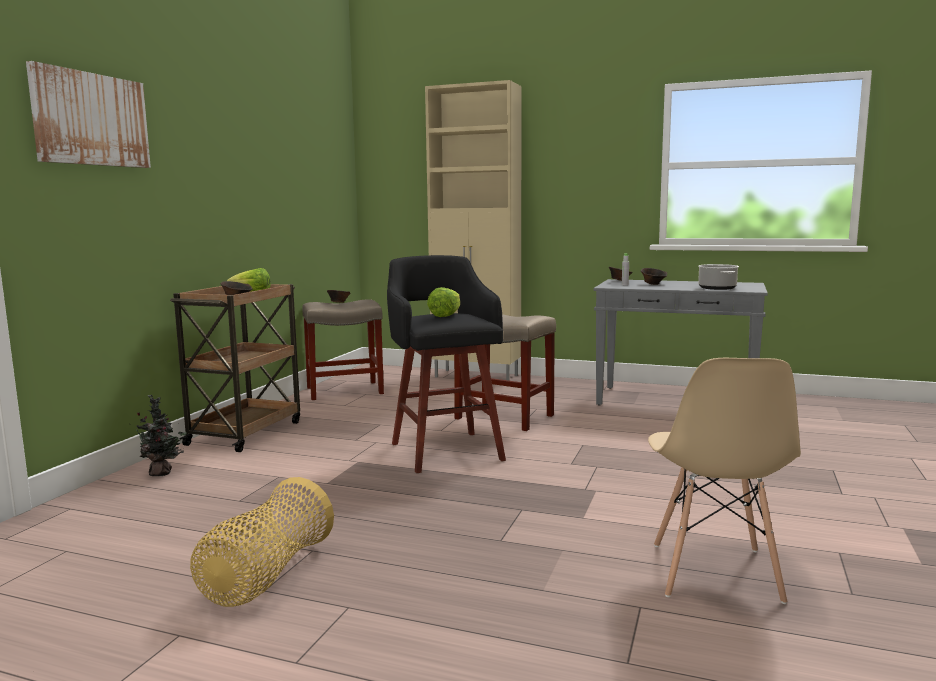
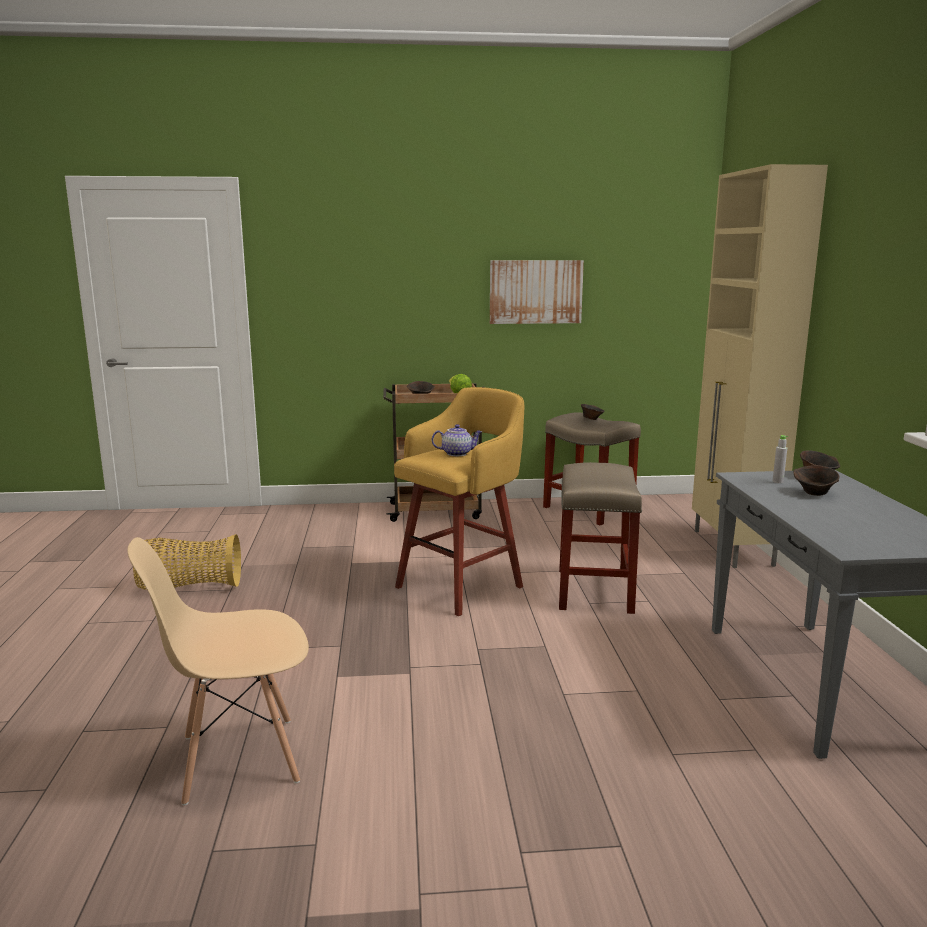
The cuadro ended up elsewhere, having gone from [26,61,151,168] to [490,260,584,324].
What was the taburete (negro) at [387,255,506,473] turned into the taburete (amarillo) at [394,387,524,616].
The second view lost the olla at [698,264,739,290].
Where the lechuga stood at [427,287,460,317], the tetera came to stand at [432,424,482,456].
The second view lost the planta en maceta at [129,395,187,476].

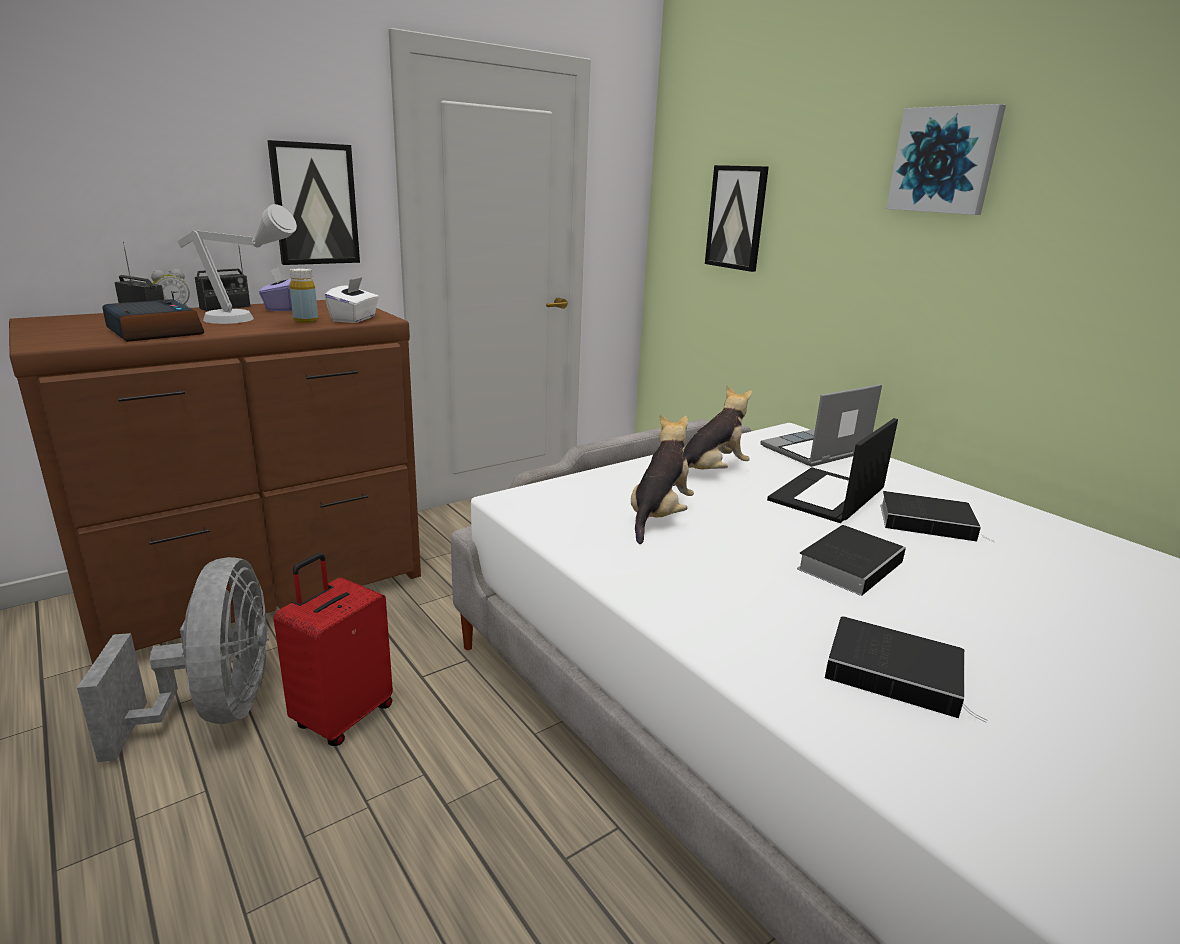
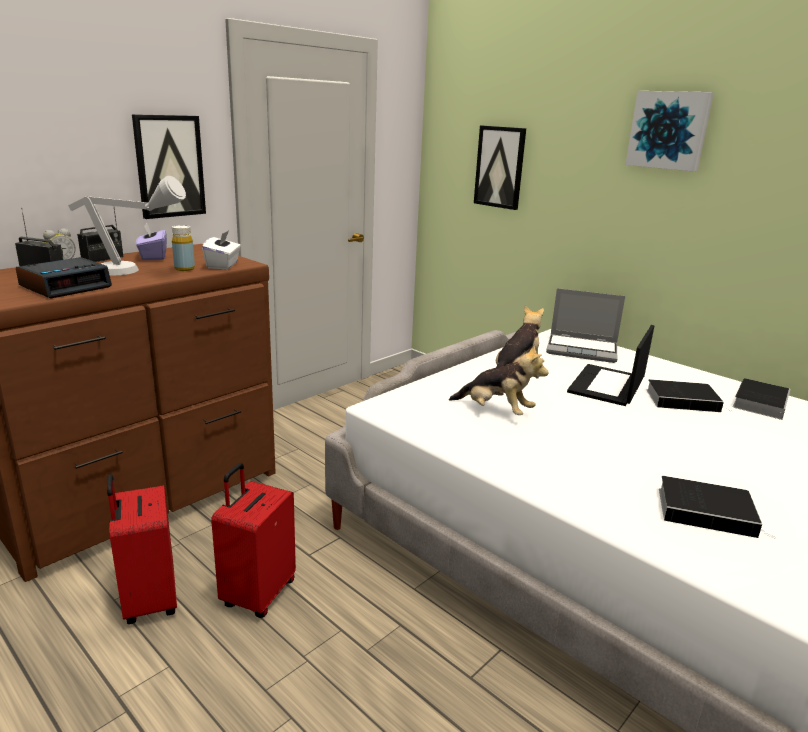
The despertador at [102,299,204,342] ended up facing another way, 90 degrees clockwise from before.
The portátil at [760,384,882,467] ended up facing another way, 120 degrees counterclockwise from before.
The peluche at [631,414,694,544] ended up facing another way, 105 degrees clockwise from before.
The libro ended up elsewhere, having gone from [797,525,906,596] to [733,378,790,420].
Where the ventilador (gris) stood at [77,557,269,762], the maleta (rojo) came to stand at [107,474,177,624].

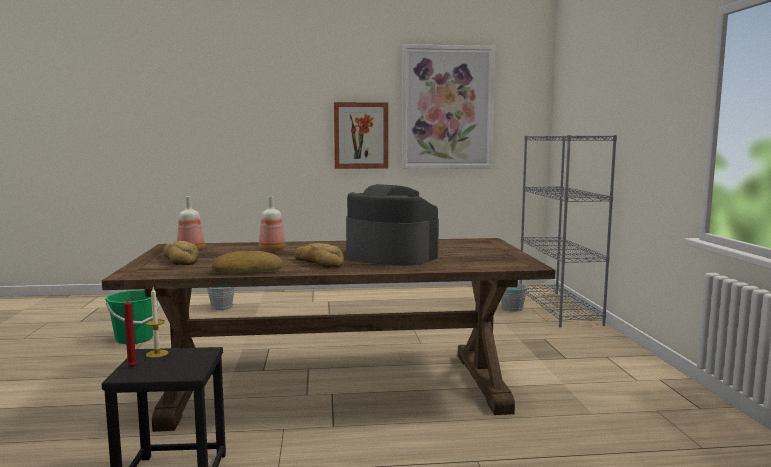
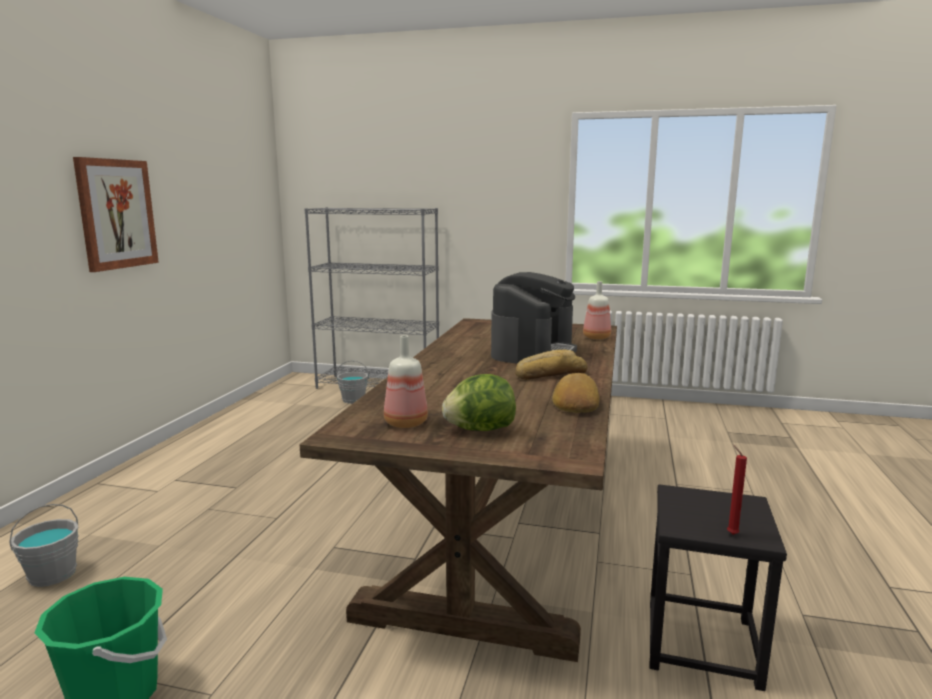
The second view lost the cuadro at [402,44,495,169].
The cafetera at [346,184,439,266] ended up facing another way, 150 degrees clockwise from before.
The botella ended up elsewhere, having gone from [259,196,286,251] to [583,281,611,340].
Where the pan stood at [163,241,199,265], the lechuga came to stand at [442,374,516,431].
The second view lost the vela at [146,287,168,358].

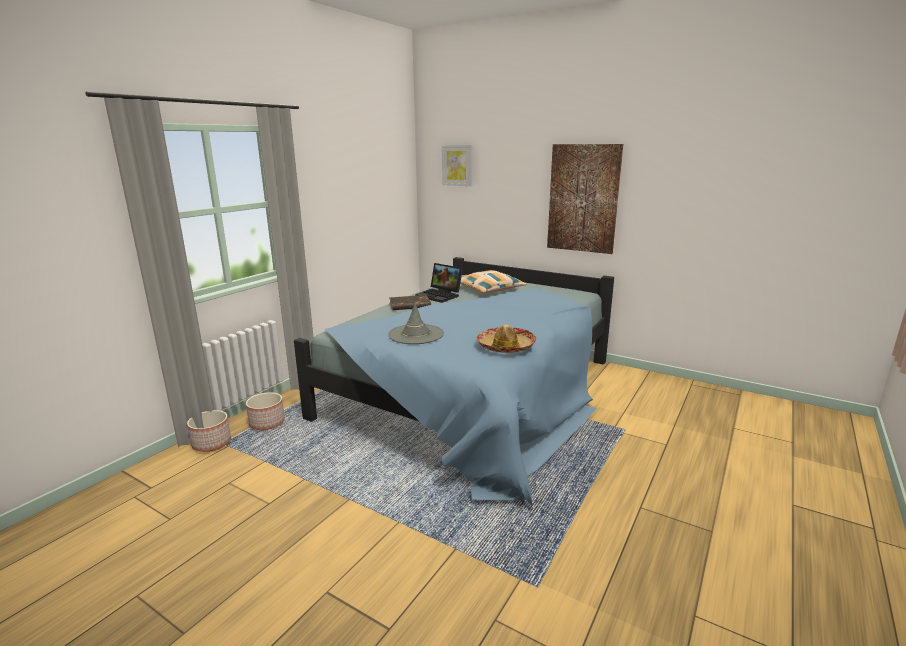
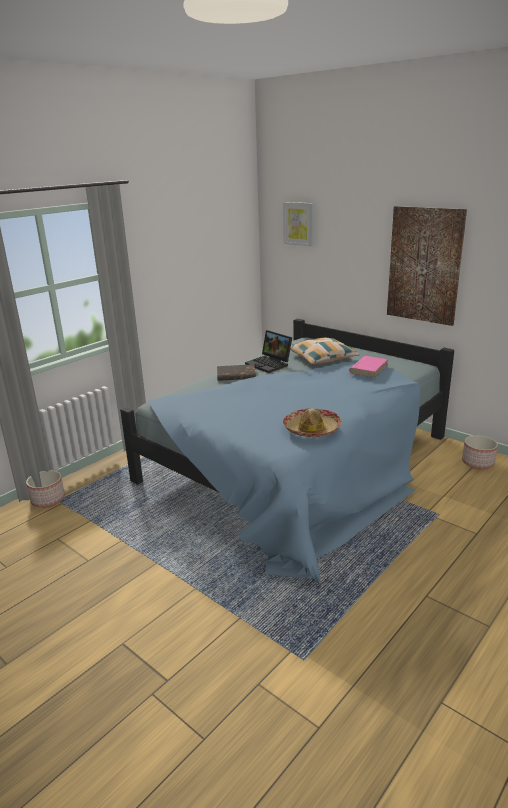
The second view lost the sombrero (gris) at [388,302,444,344].
The maceta ended up elsewhere, having gone from [246,392,285,430] to [462,435,498,470].
The second view gained the libro (rosa) at [349,356,389,378].

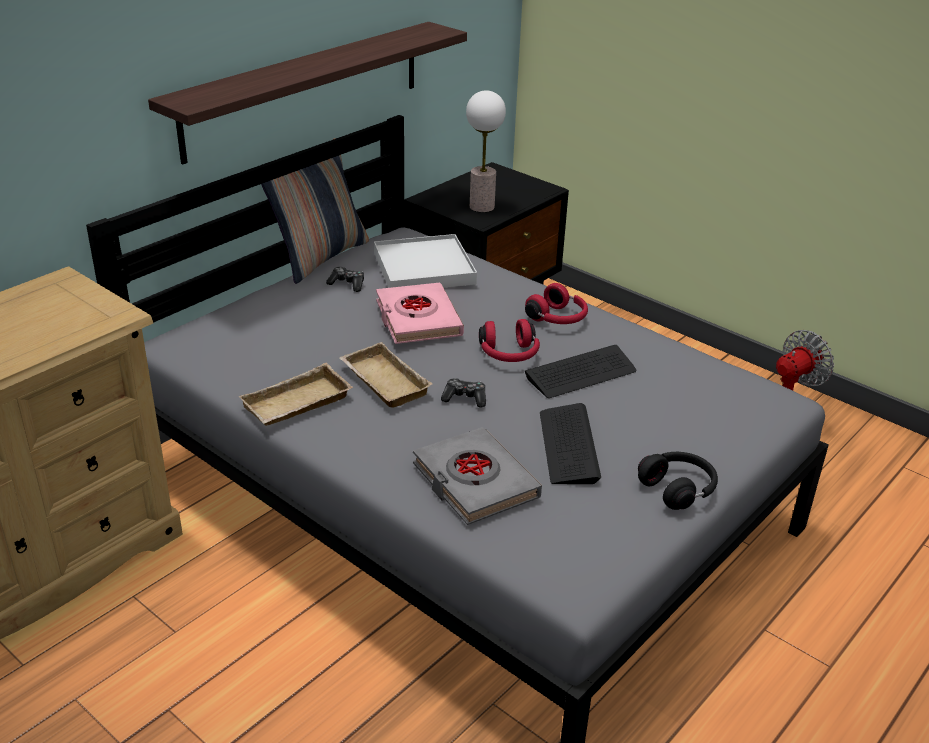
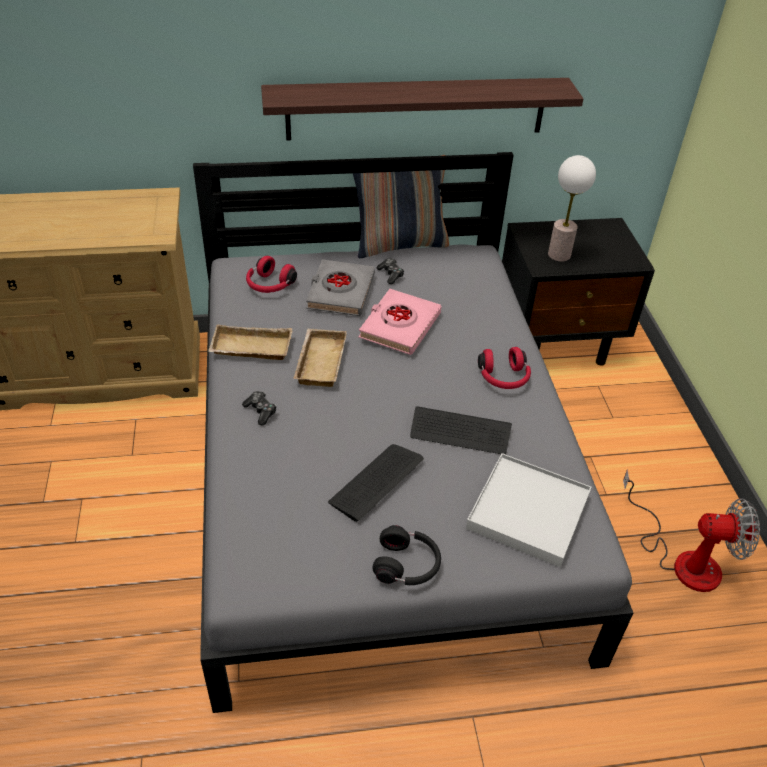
The bandeja (blanco) ended up elsewhere, having gone from [374,234,477,288] to [466,453,591,567].
The auriculares (rojo) ended up elsewhere, having gone from [479,319,540,362] to [246,256,297,293].
The mando de consola ended up elsewhere, having gone from [441,378,486,407] to [242,391,277,425].
The libro (gris) ended up elsewhere, having gone from [413,427,542,525] to [306,259,375,316].

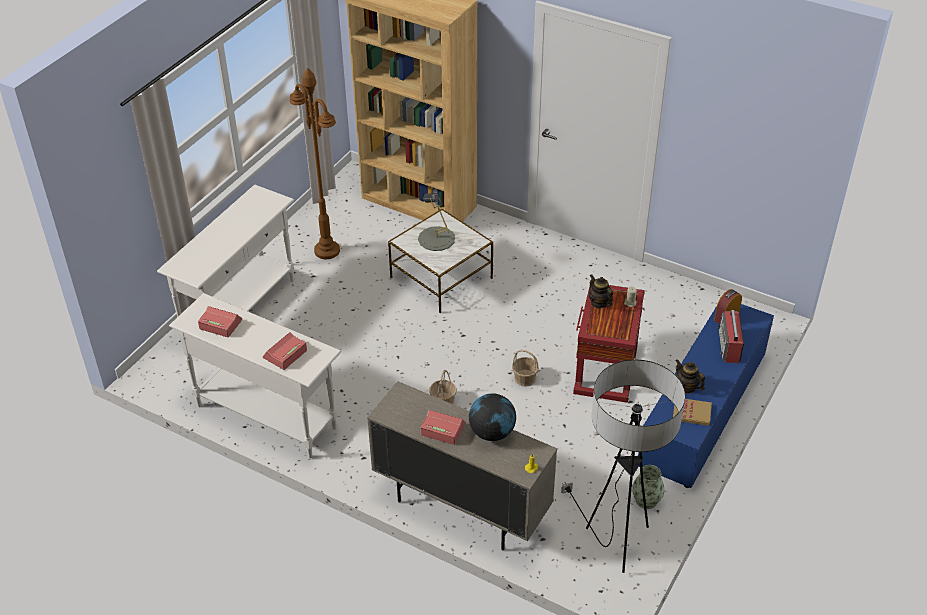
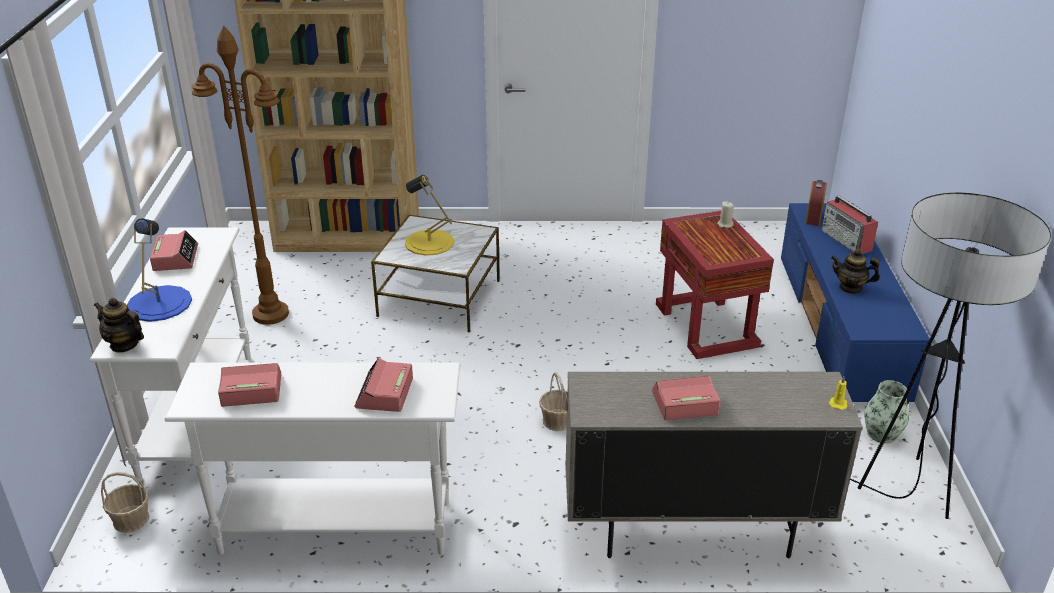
What was the lámpara de mesa (gris) at [418,193,455,251] turned into the lámpara de mesa (amarillo) at [405,175,455,256].
The tetera ended up elsewhere, having gone from [589,275,613,308] to [94,298,144,353].
The cesta ended up elsewhere, having gone from [512,350,539,387] to [101,472,150,533].
The second view lost the globo terráqueo at [469,393,516,441].
The second view lost the libro at [673,399,712,426].
The second view gained the lámpara de mesa (azul) at [127,218,192,322].
The second view gained the despertador at [150,230,198,271].

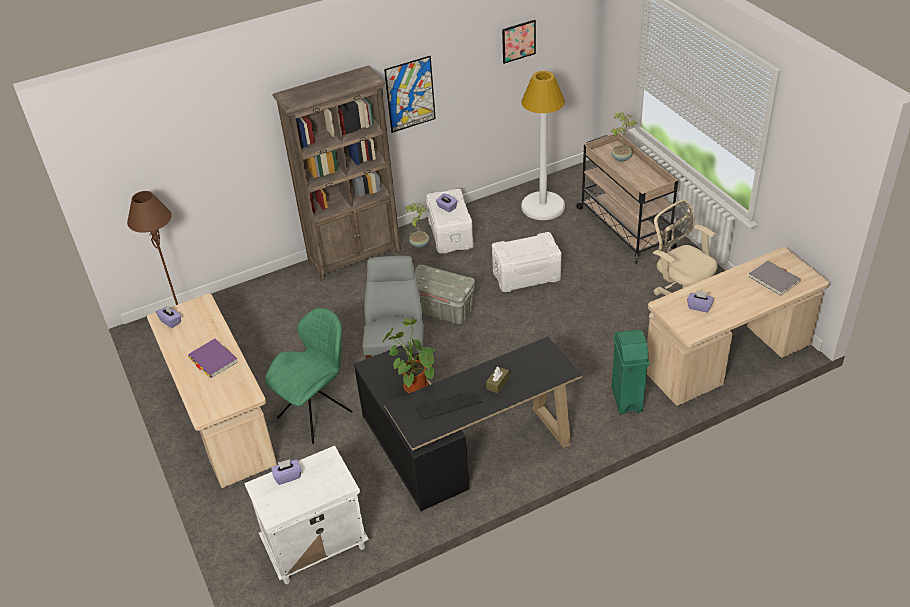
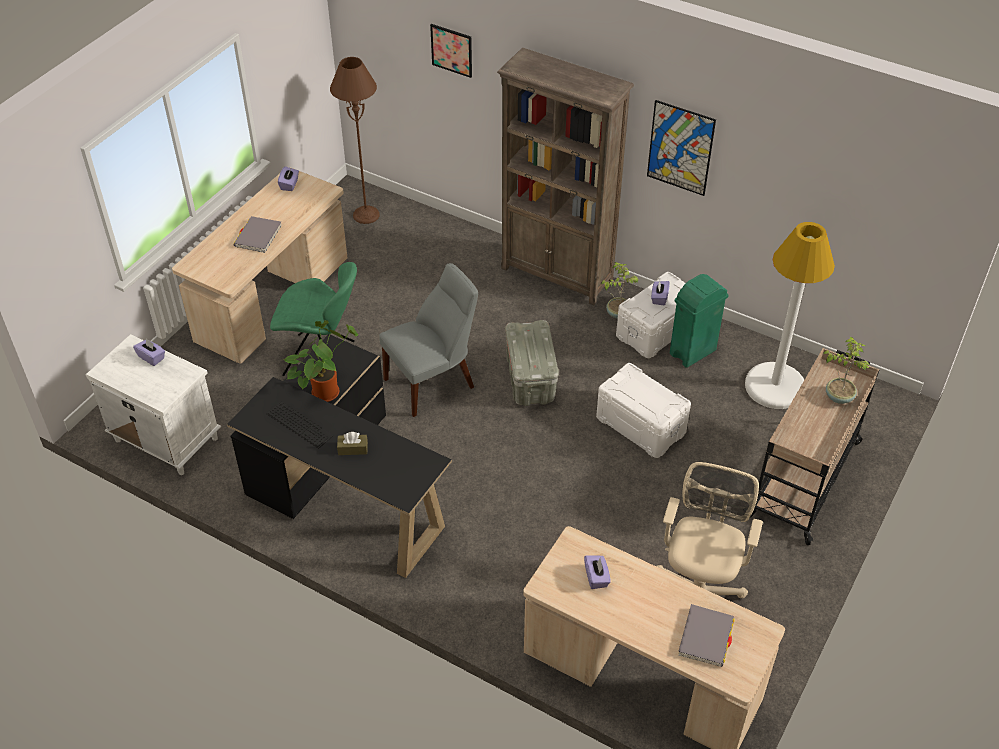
The cuadro ended up elsewhere, having gone from [502,20,536,64] to [430,24,472,78].
The papelera (verde) ended up elsewhere, having gone from [612,330,650,414] to [670,274,728,368].
What was the libro (morado) at [188,339,237,378] turned into the libro (gris) at [234,216,282,253].

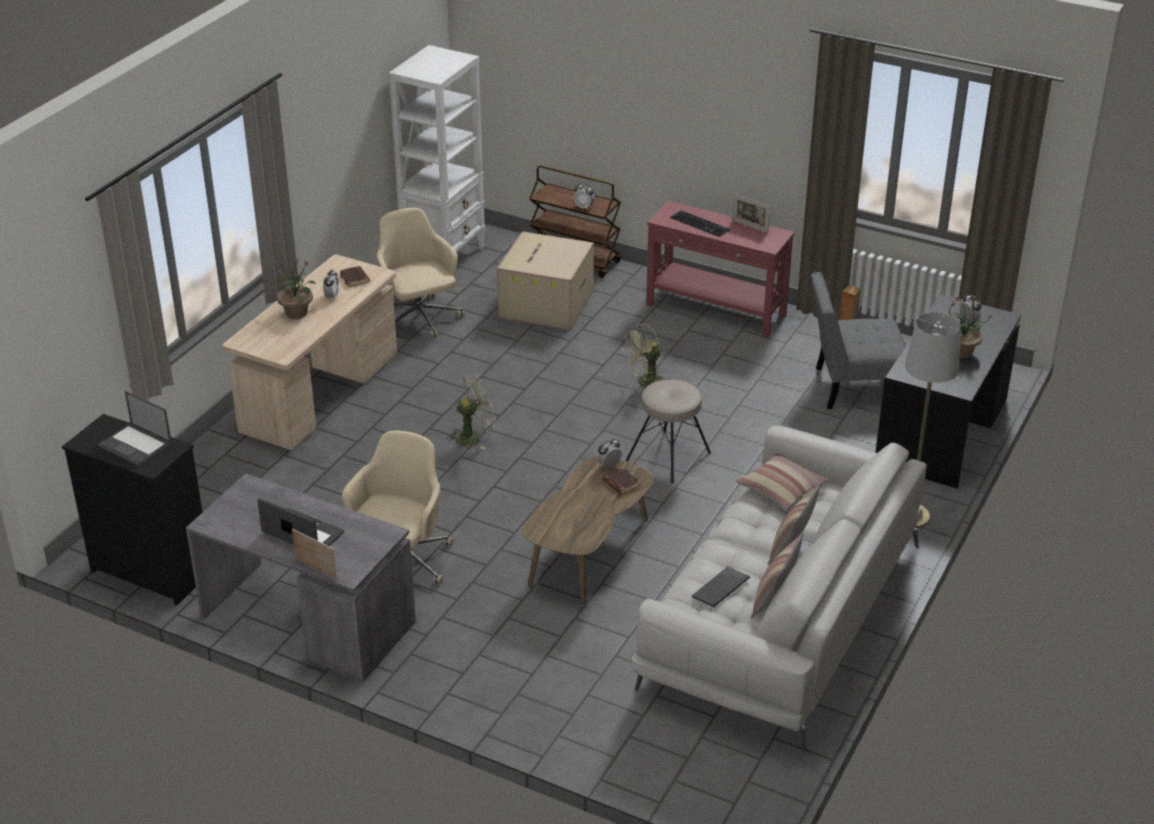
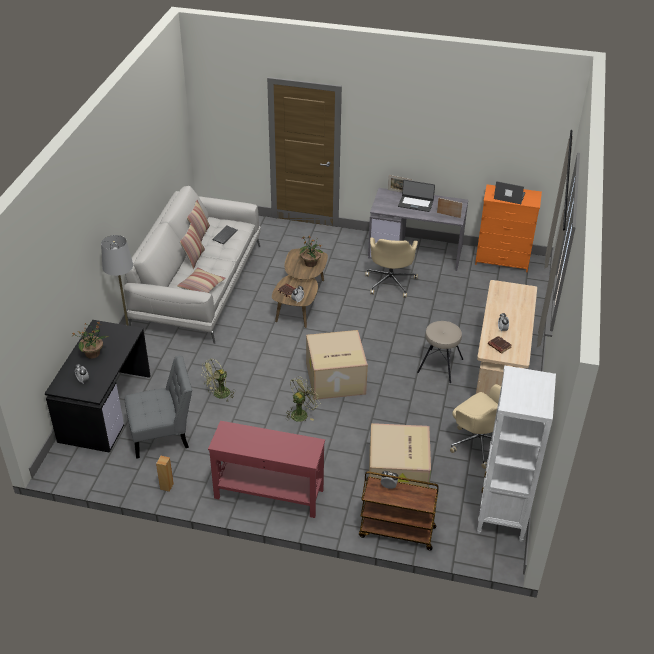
The portarretratos ended up elsewhere, having gone from [733,194,770,233] to [437,198,463,218].
The second view lost the teclado at [670,210,730,237].
The planta en maceta ended up elsewhere, having gone from [276,257,317,319] to [299,236,323,267].
The ventilador (verde) ended up elsewhere, having gone from [446,374,495,450] to [201,359,236,401].
The taburete (beis) ended up elsewhere, having gone from [626,380,711,483] to [417,321,463,383].
What was the cómoda (negro) at [62,414,202,606] turned into the cómoda (naranja) at [475,184,542,272].
The second view gained the caja de cartón at [306,330,368,400].

